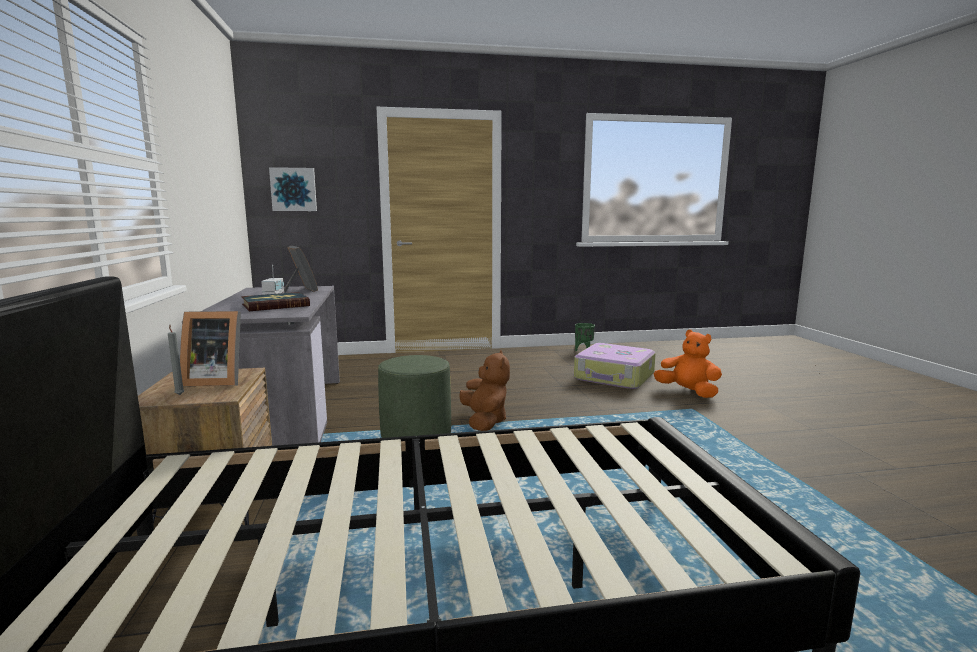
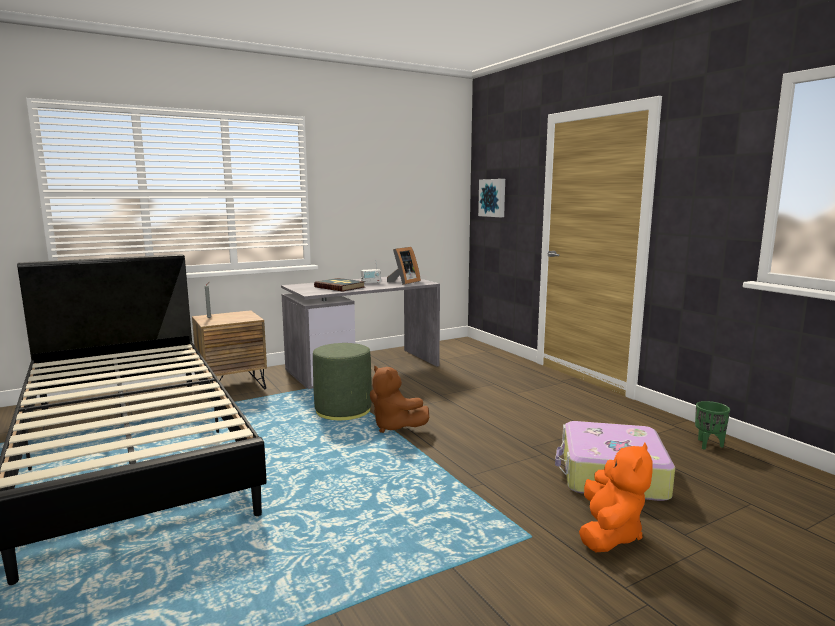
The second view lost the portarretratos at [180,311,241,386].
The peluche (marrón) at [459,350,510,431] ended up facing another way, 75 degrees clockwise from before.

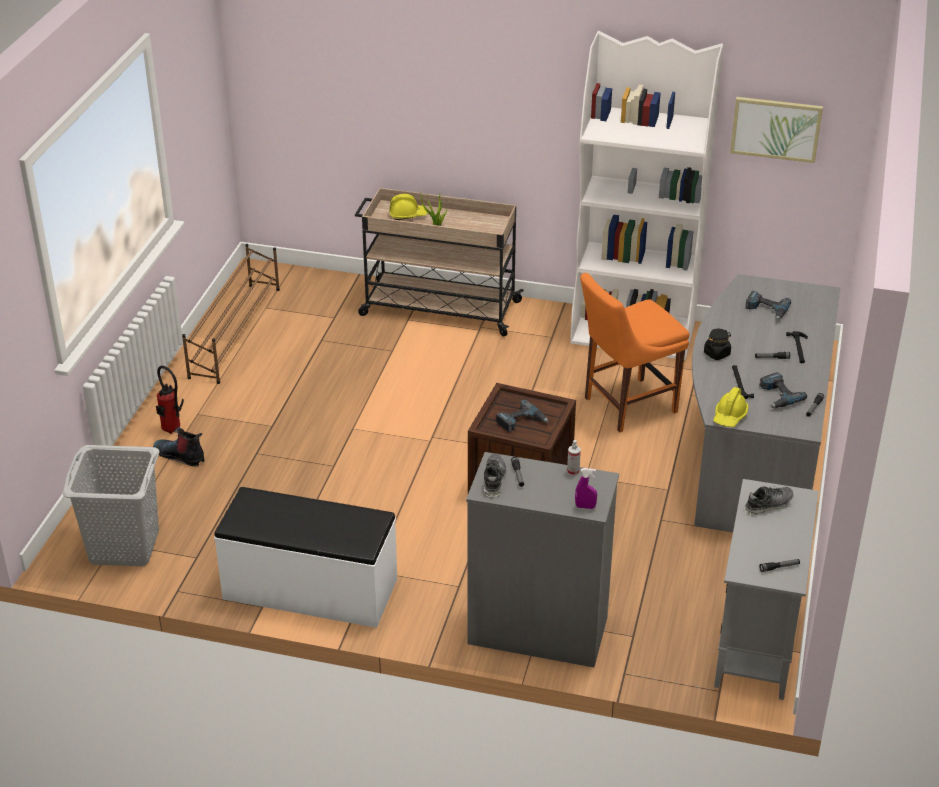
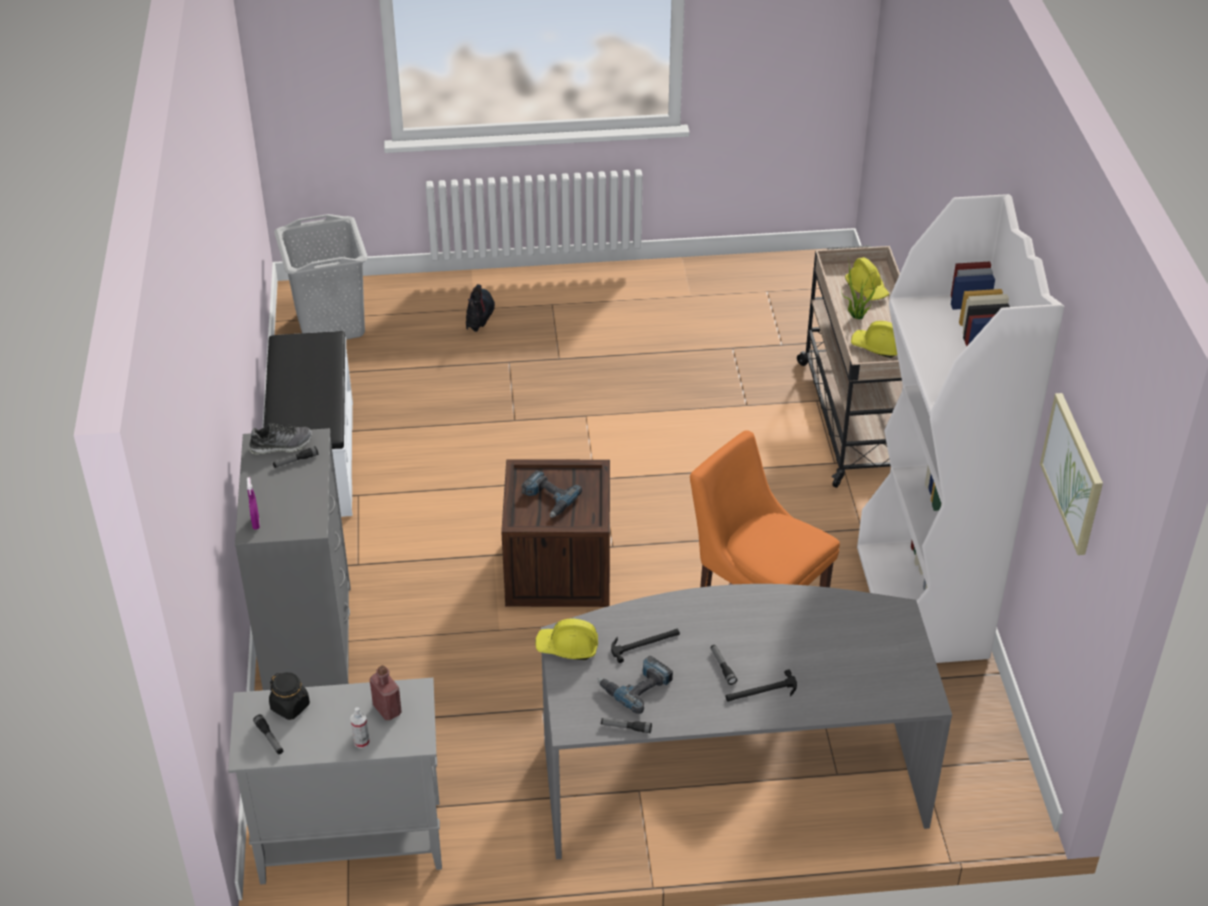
The second view lost the zapatero (marrón) at [182,244,280,384].
The second view lost the taladro at [745,291,791,321].
The tarro (negro) ended up elsewhere, having gone from [704,329,731,360] to [269,672,310,720].
The second view lost the extintor at [156,366,184,434].
The pulverizador ended up elsewhere, having gone from [567,440,581,476] to [350,707,370,748].
Where the zapato stood at [745,486,794,515], the botella (rojo) came to stand at [370,665,402,720].
The second view gained the casco (amarillo) at [851,321,897,358].

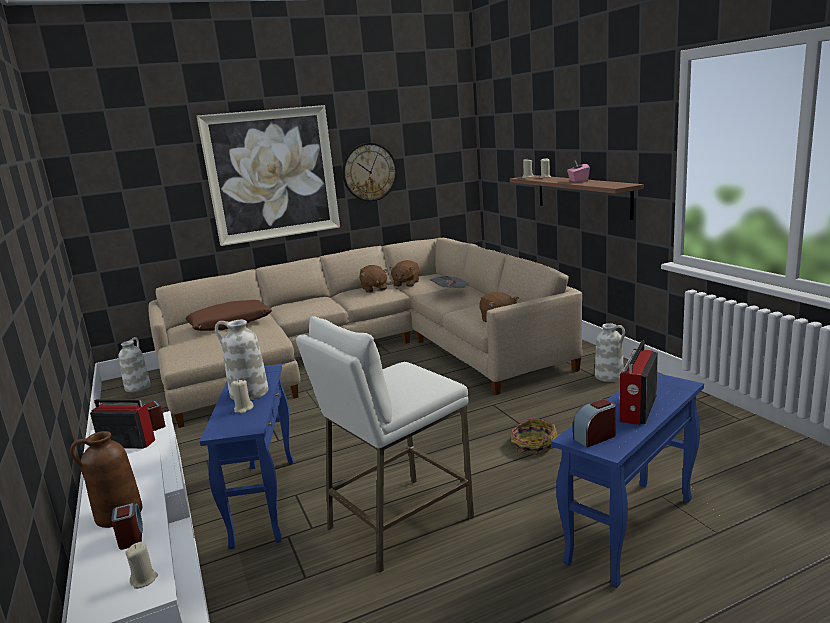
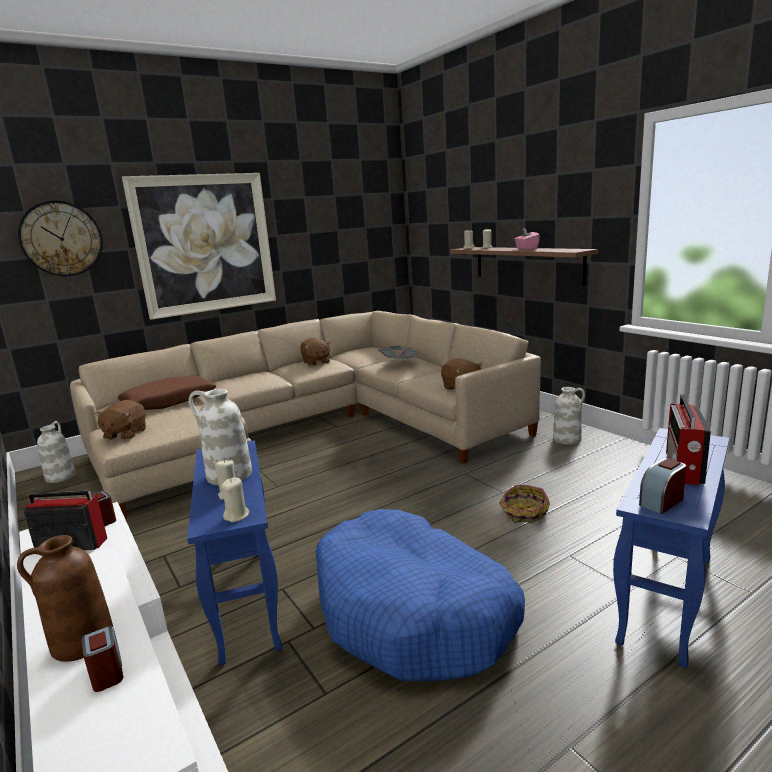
The reloj de pared ended up elsewhere, having gone from [342,143,397,201] to [18,200,103,276].
The peluche (marrón) ended up elsewhere, having gone from [389,260,419,287] to [94,400,146,440].
Where the taburete (blanco) stood at [296,316,474,573], the cama para perro (azul) came to stand at [315,509,525,681].
The vela (beis) ended up elsewhere, having gone from [125,542,158,589] to [221,477,249,522].

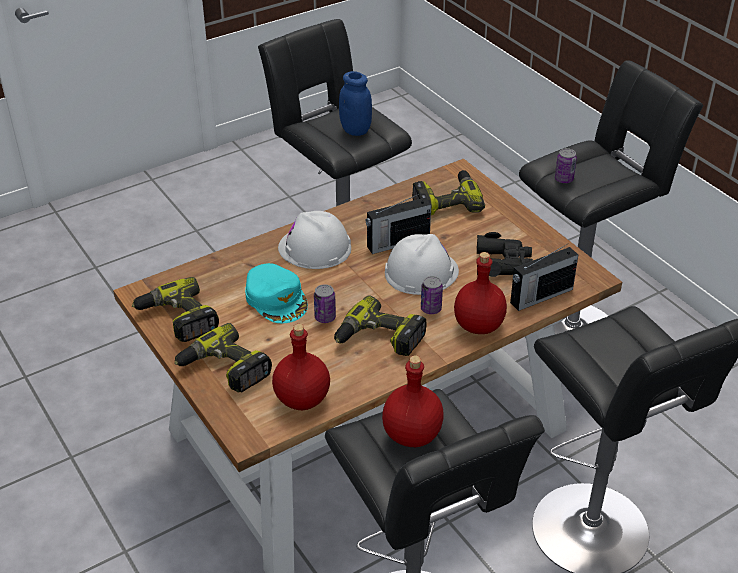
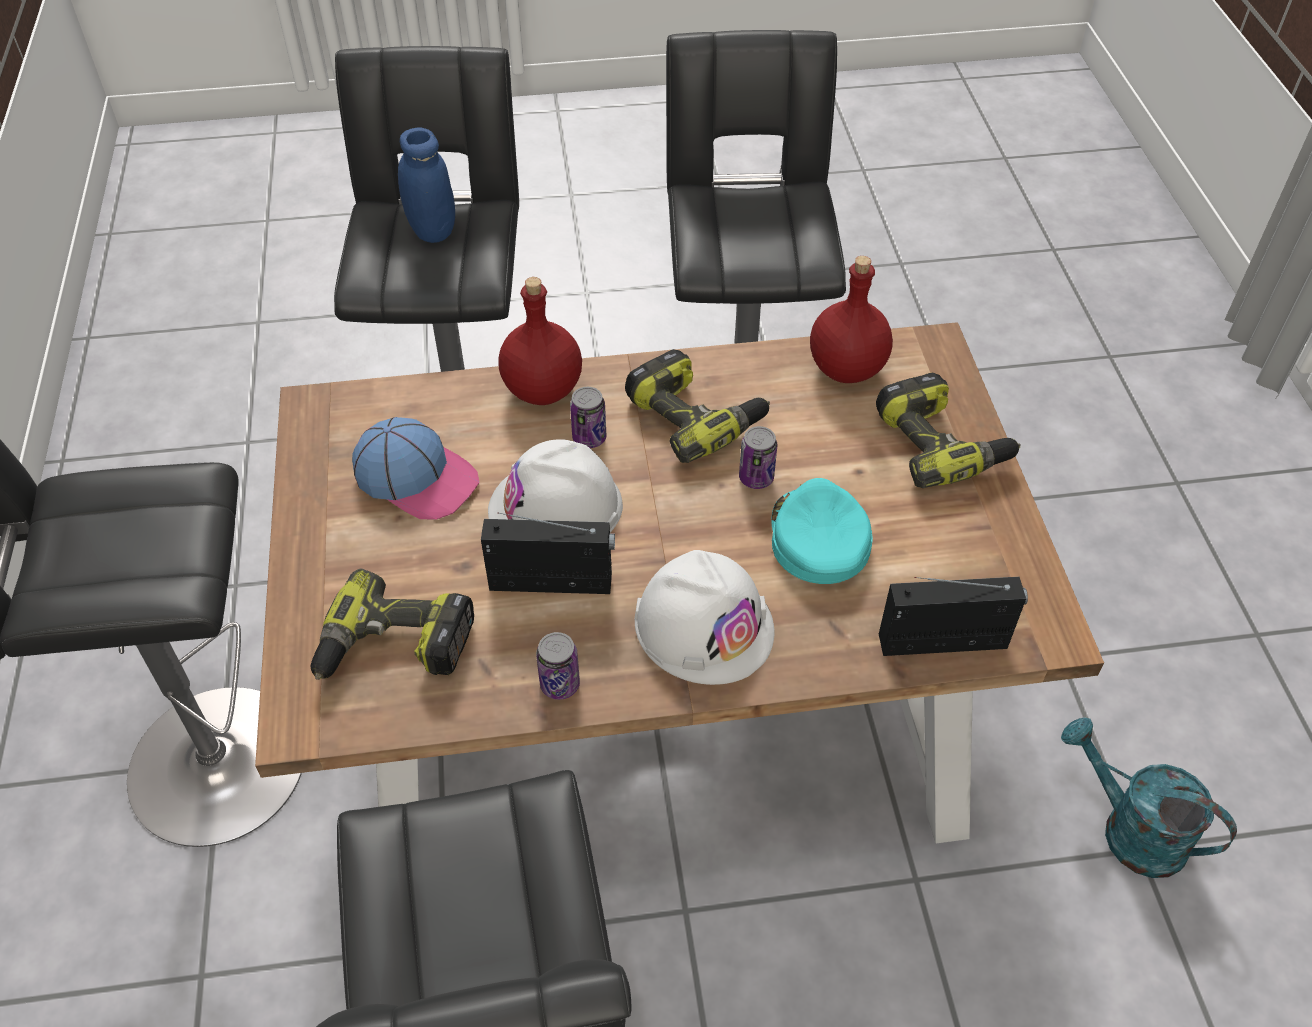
The tarro (azul) ended up elsewhere, having gone from [339,71,372,136] to [398,127,455,243].
The lata ended up elsewhere, having gone from [555,148,577,183] to [536,632,580,700].
Where the prismáticos (negro) stood at [477,232,533,277], the gorra came to stand at [352,417,479,520].
The radio ended up elsewhere, having gone from [510,243,578,311] to [879,577,1028,656].
The second view lost the taladro at [132,277,219,342].
The second view lost the botella (rojo) at [382,355,444,447].
The second view gained the regadera (turquesa) at [1061,717,1237,878].

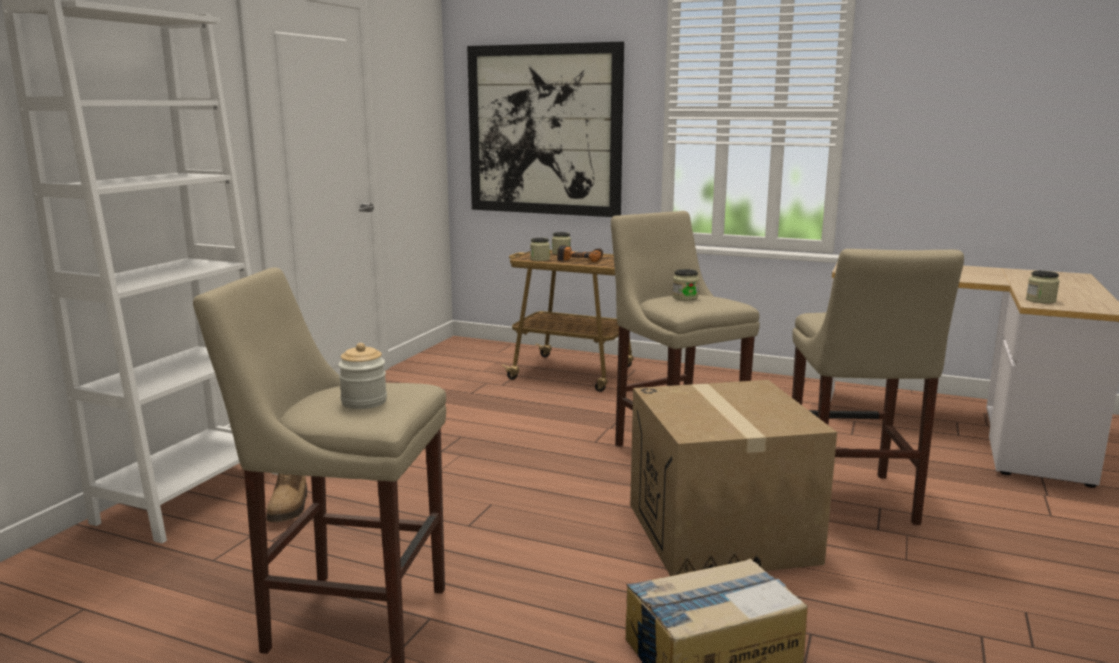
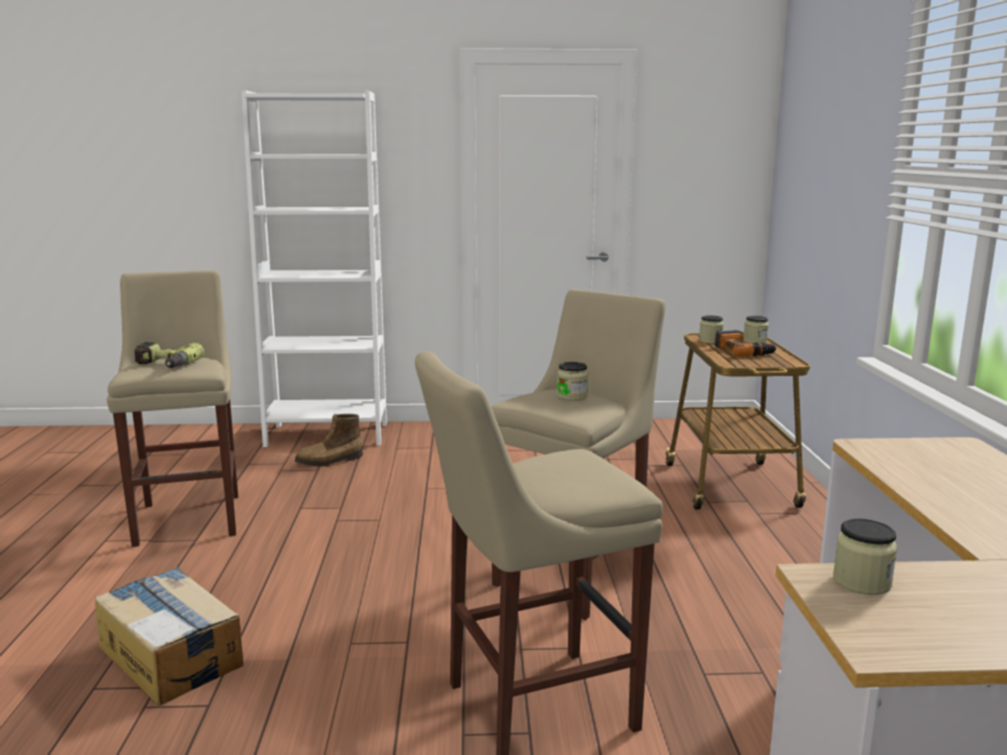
The second view lost the cuadro at [467,42,624,217].
Where the tarro stood at [338,343,387,409], the taladro came to stand at [134,342,204,368].
The second view lost the caja de cartón at [630,380,837,576].

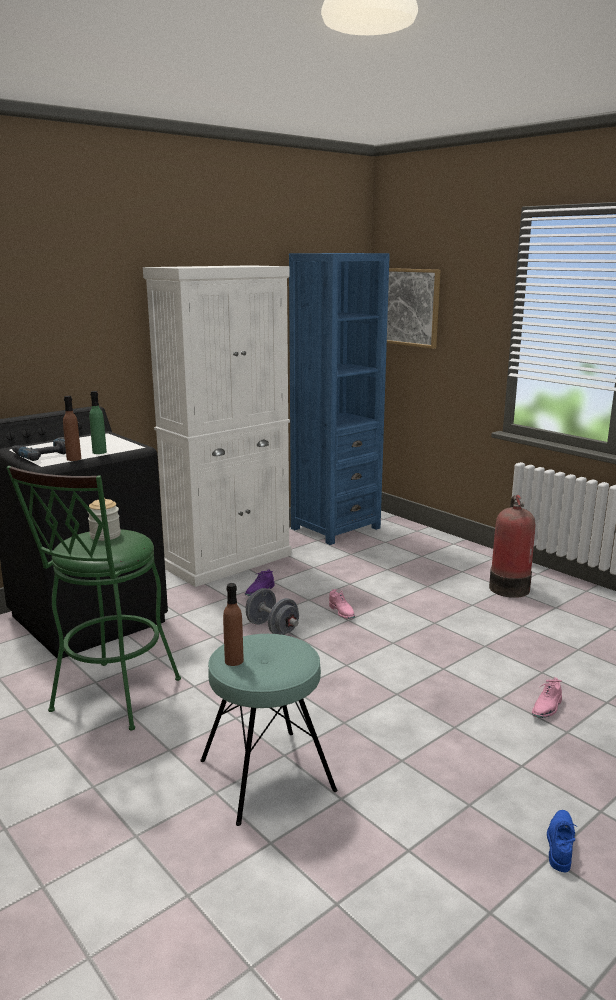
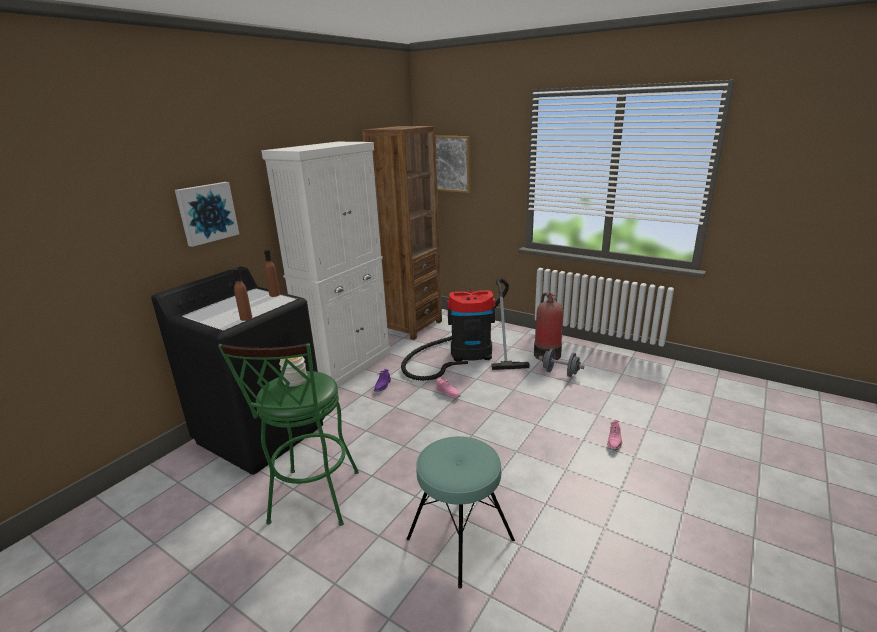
What was the estantería (azul) at [289,253,390,545] turned into the estantería (marrón) at [362,126,442,340].
The second view lost the botella (verde) at [89,391,107,454].
The second view lost the taladro at [12,437,66,461].
The botella (marrón) ended up elsewhere, having gone from [223,583,244,666] to [264,250,280,297].
The mancuerna (gris) ended up elsewhere, having gone from [246,588,299,635] to [539,348,584,377].
The second view lost the zapato (azul) at [547,810,576,872].
The second view gained the cuadro at [175,182,239,247].
The second view gained the aspiradora at [401,278,530,381].

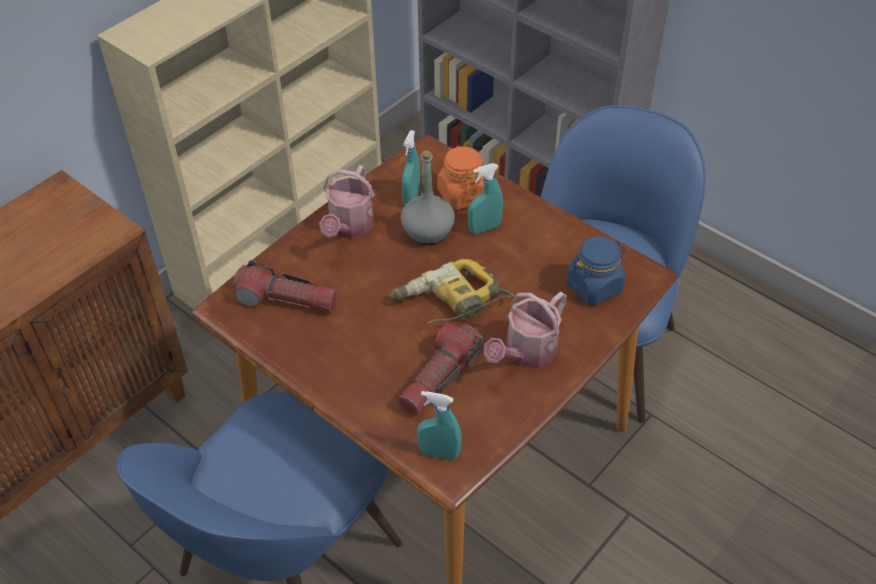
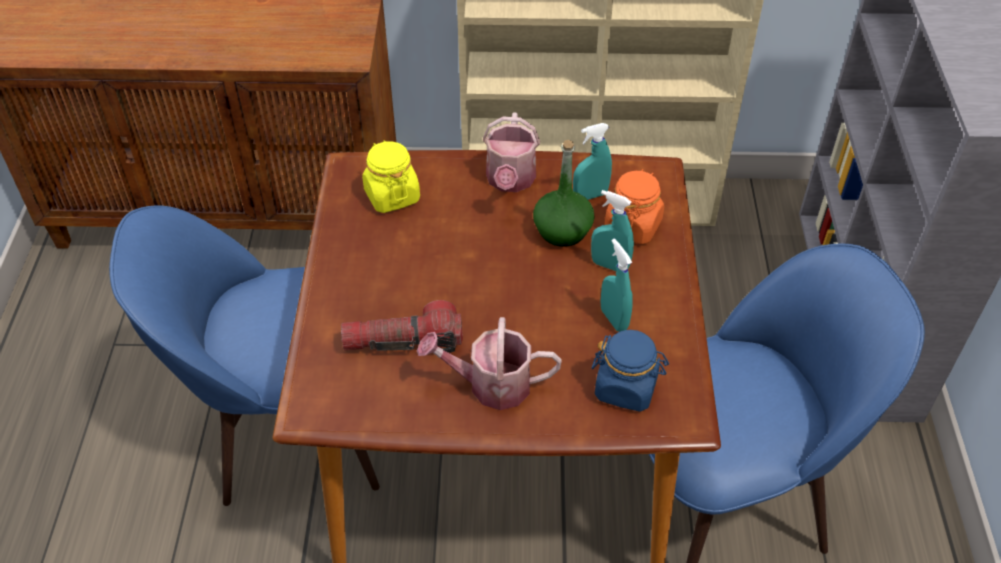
What was the botella (gris) at [401,150,455,245] turned into the botella (verde) at [533,140,594,247].
The regadera at [319,165,375,239] ended up facing another way, 60 degrees counterclockwise from before.
The second view lost the taladro at [390,259,515,323].
Where the linterna stood at [233,260,337,313], the tarro (amarillo) came to stand at [362,140,420,213].
The pulverizador (turquesa) ended up elsewhere, having gone from [417,391,462,461] to [600,239,633,332].

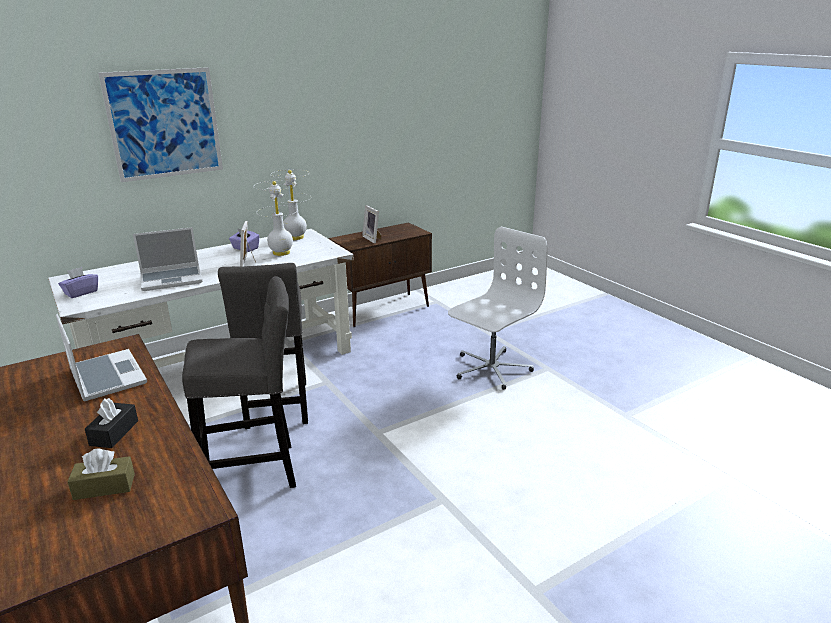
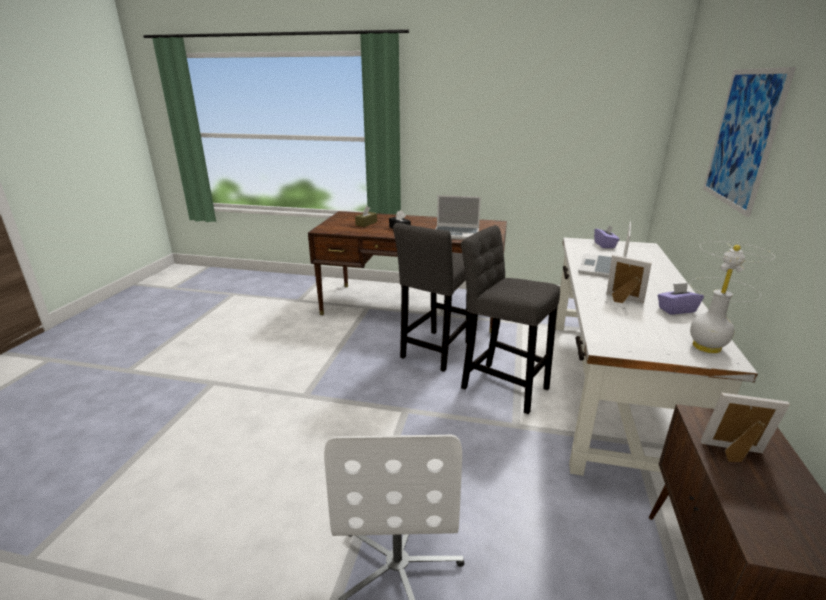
The second view lost the lámpara de mesa (blanco) at [253,180,298,256].

